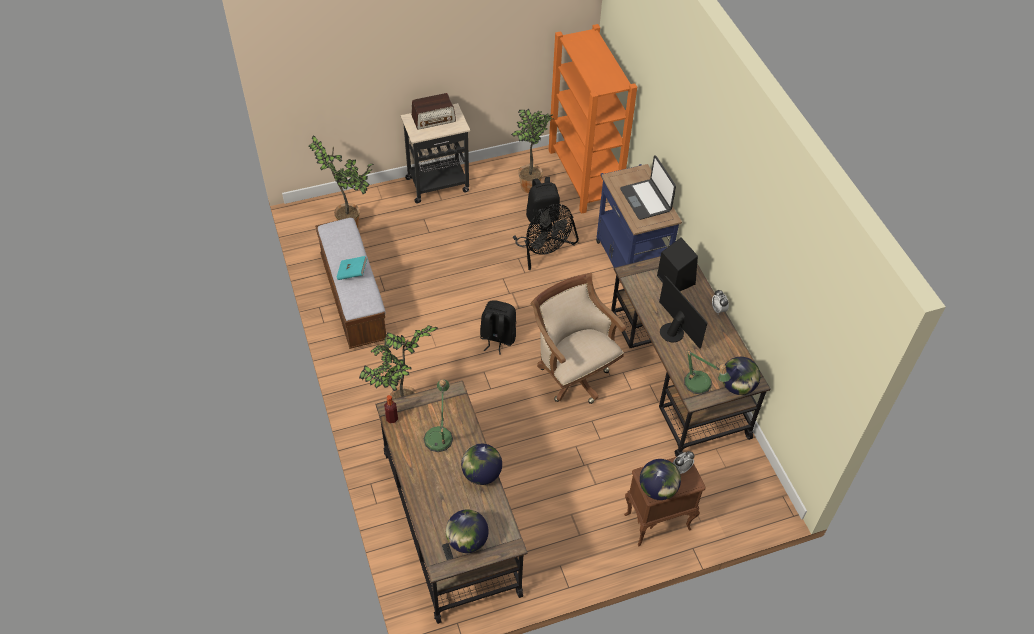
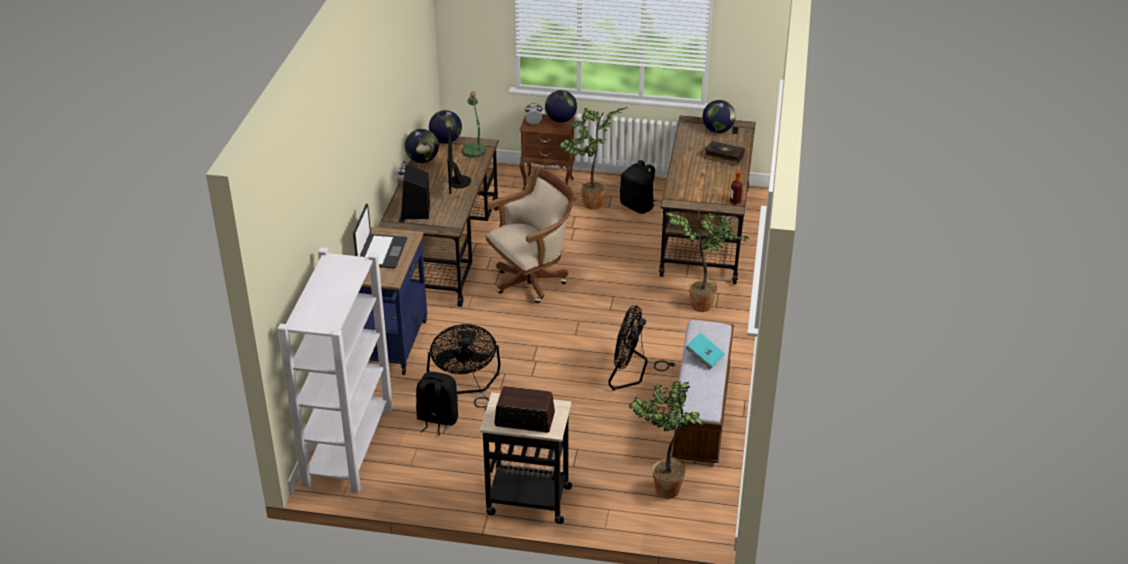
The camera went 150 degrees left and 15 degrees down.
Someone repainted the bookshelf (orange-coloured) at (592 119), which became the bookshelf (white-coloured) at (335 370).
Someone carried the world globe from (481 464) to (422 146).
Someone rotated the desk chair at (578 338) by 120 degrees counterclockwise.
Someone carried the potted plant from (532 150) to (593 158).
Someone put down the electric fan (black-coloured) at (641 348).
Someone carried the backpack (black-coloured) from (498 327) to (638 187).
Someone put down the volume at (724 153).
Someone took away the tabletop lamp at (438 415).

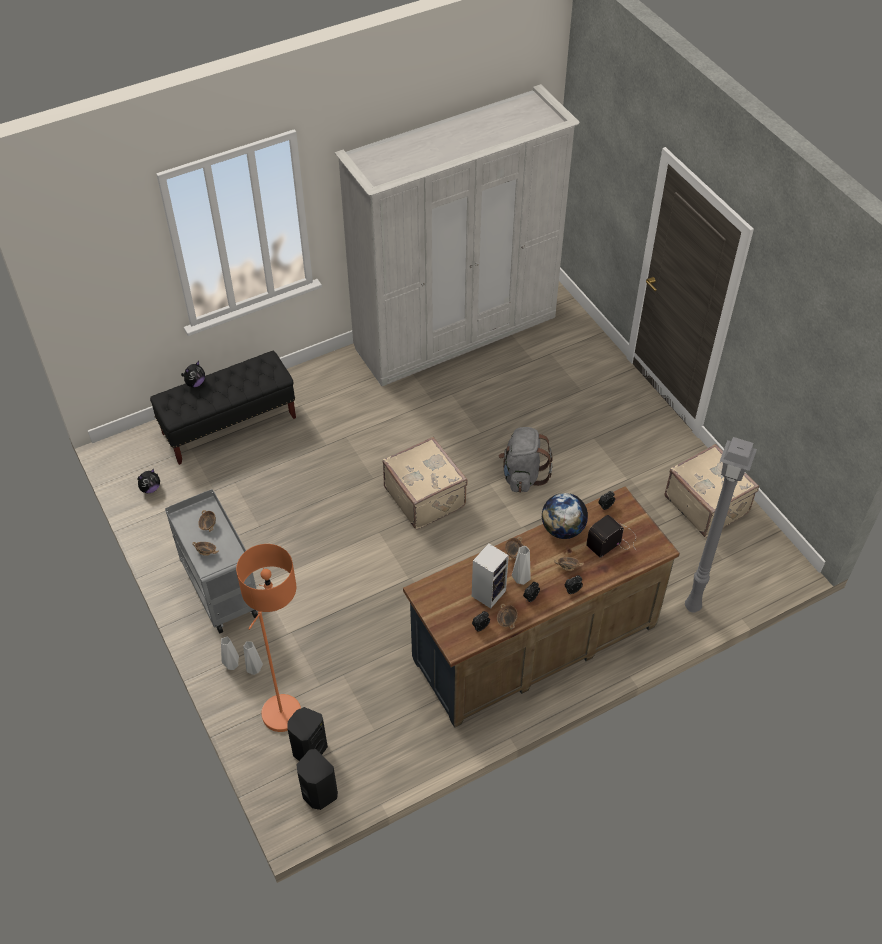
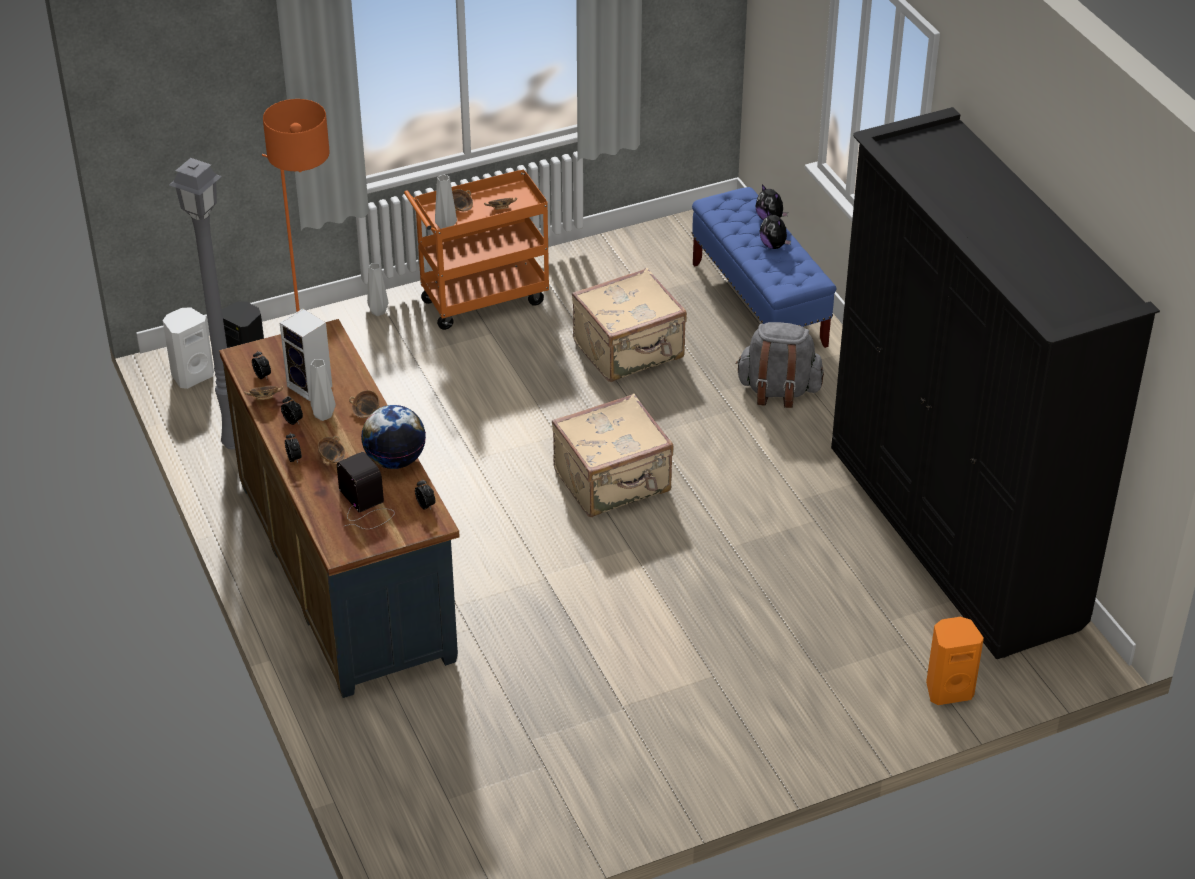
The camera went 95 degrees right and 10 degrees down.
Someone repainted the speaker (black-coloured) at (317 779), which became the speaker (white-coloured) at (188 348).
Someone carried the standard lamp (greyish) from (721 524) to (202 303).
Someone repainted the trolley (greyish) at (211 561), which became the trolley (orange-coloured) at (476 249).
Someone carried the flower vase (greyish) from (253 658) to (446 201).
Someone carried the travel case (beige-coloured) from (711 491) to (629 325).
Someone repainted the long seat (black-coloured) at (223 408), which became the long seat (blue) at (764 267).
Someone carried the backpack (greyish) from (525 459) to (780 365).
Someone carried the soft toy from (148 481) to (775 229).
Someone repainted the wardrobe (white-coloured) at (456 235), which became the wardrobe (black-coloured) at (995 383).
Someone put down the speaker (orange-coloured) at (955 661).

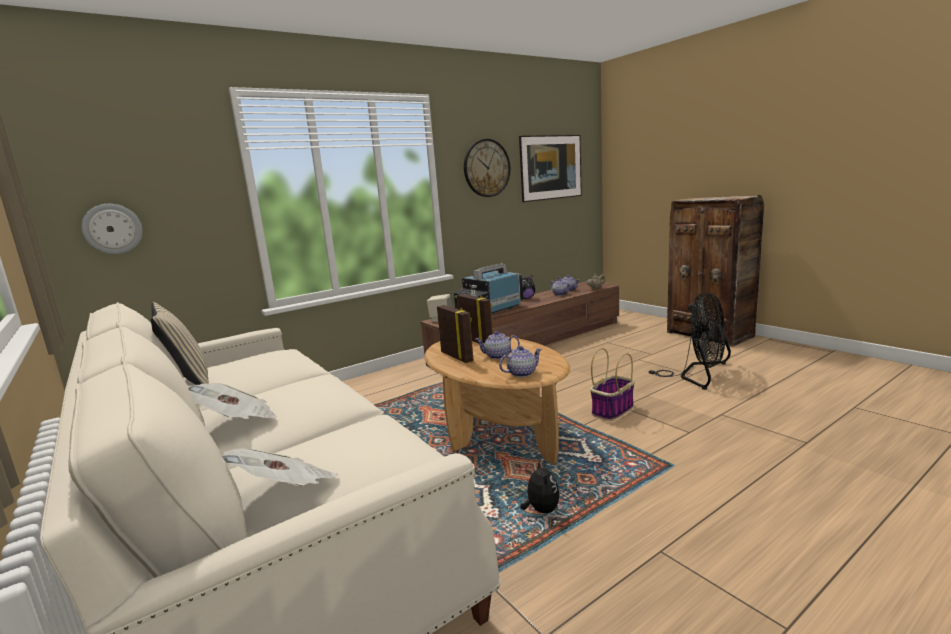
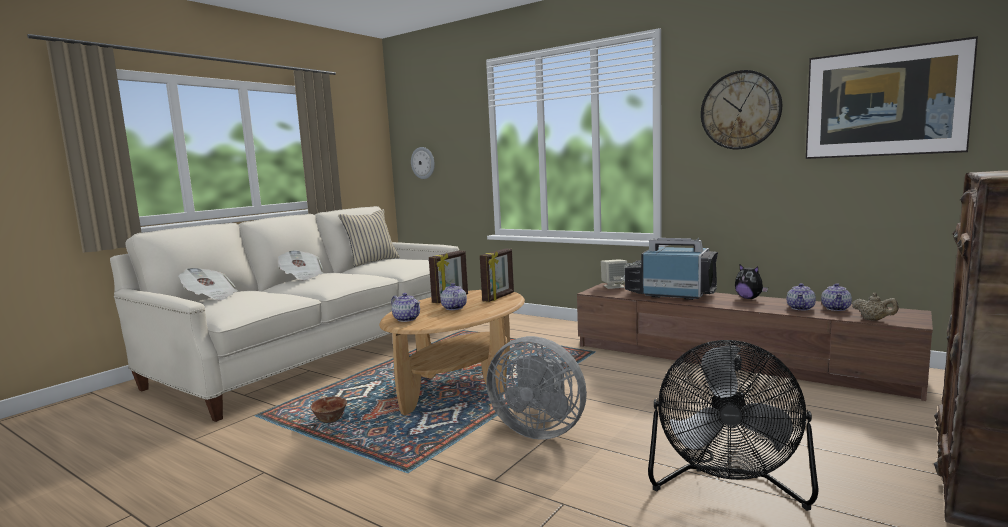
The camera went 70 degrees right and 5 degrees down.
Someone swapped the soft toy at (540 486) for the deep dish at (328 410).
Someone swapped the storage basket at (612 384) for the electric fan (greyish) at (536 388).

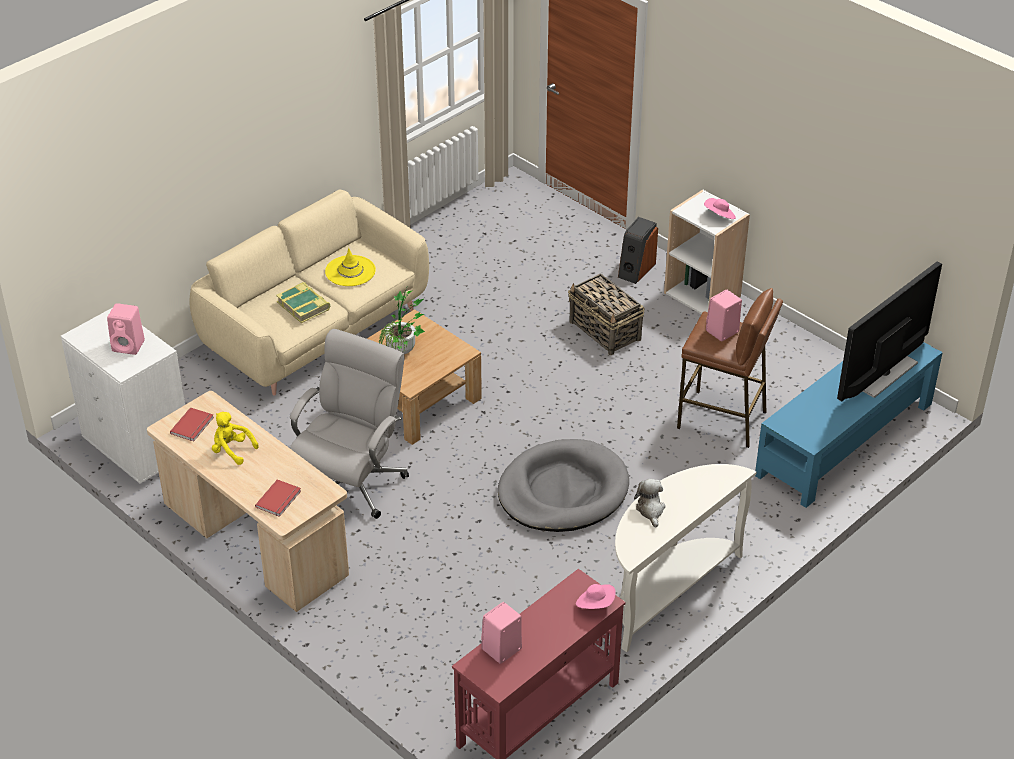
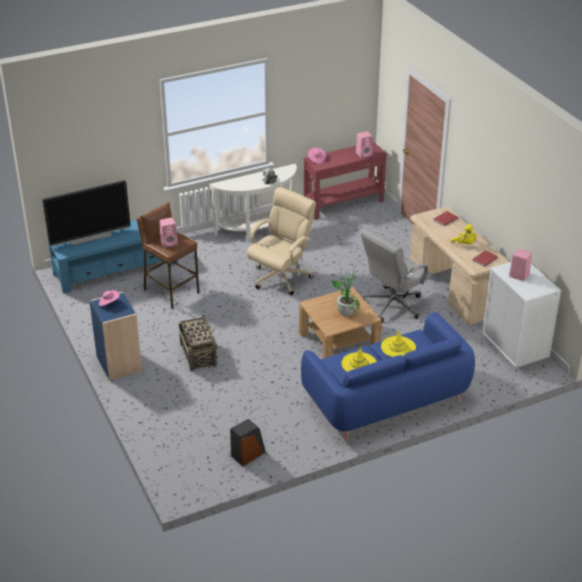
The camera went 160 degrees left and 5 degrees down.
Someone repainted the bookshelf (white-coloured) at (707 252), which became the bookshelf (blue) at (115 336).
Someone carried the speaker from (638 250) to (248 443).
Someone swapped the pet bed (greyish) at (563 485) for the desk chair (beige-coloured) at (281 241).
Someone repainted the couch (beige-coloured) at (309 292), which became the couch (blue) at (388 376).
Someone swapped the volume at (303 302) for the hat (yellow-coloured) at (398 344).

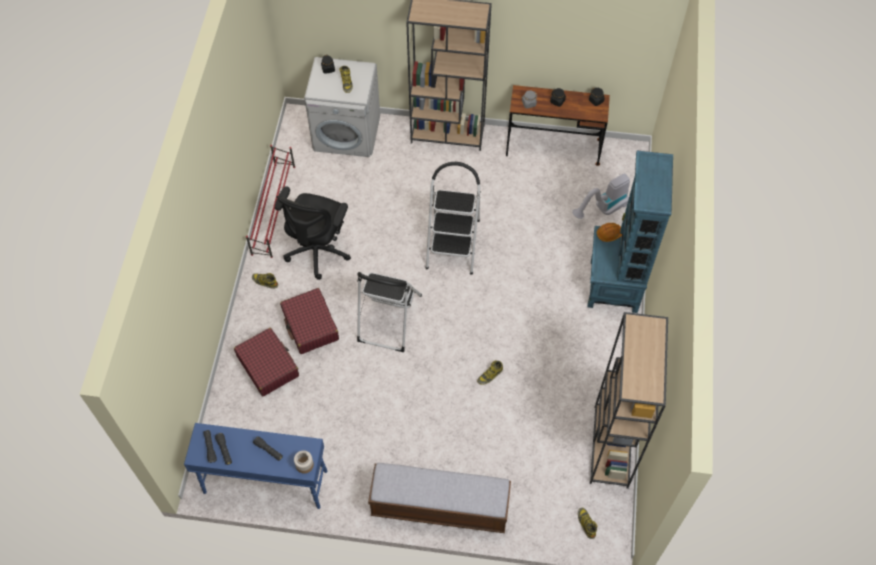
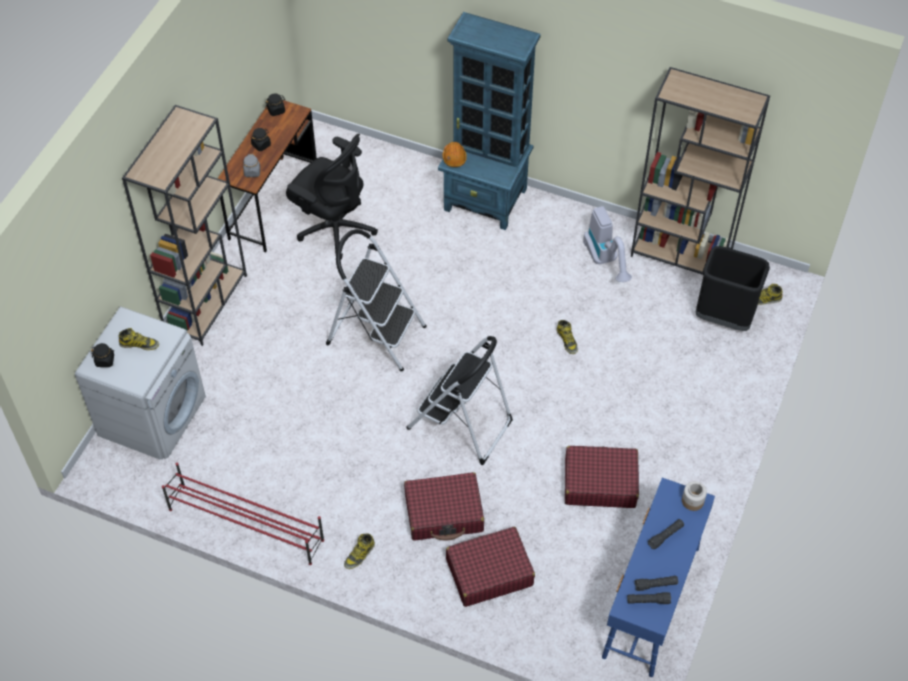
The camera went 75 degrees left and 5 degrees down.
Someone carried the desk chair (black-coloured) from (313 233) to (332 196).
Someone put down the travel case (red-coloured) at (602 477).
Someone carried the vacuum cleaner from (601 196) to (607 244).
Someone put down the trash can (black-coloured) at (733 288).
Someone took away the long seat at (439 498).

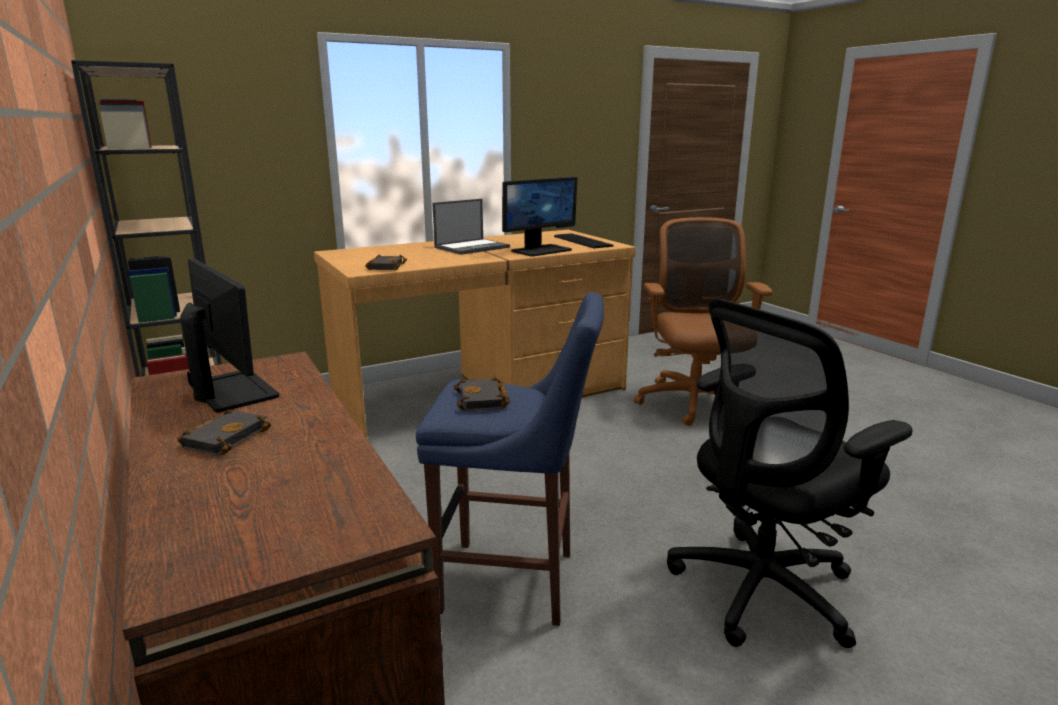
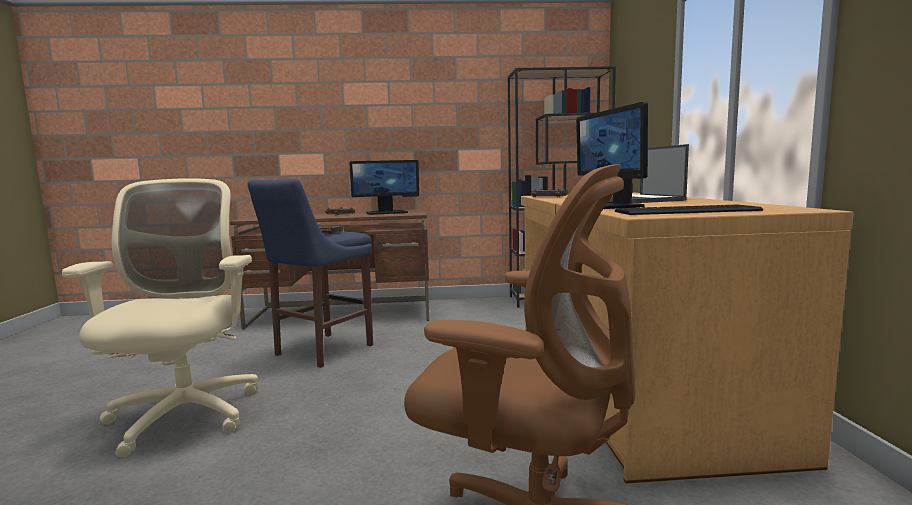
The camera went 115 degrees right and 10 degrees down.
Someone repainted the desk chair (black-coloured) at (790 473), which became the desk chair (beige-coloured) at (160 317).

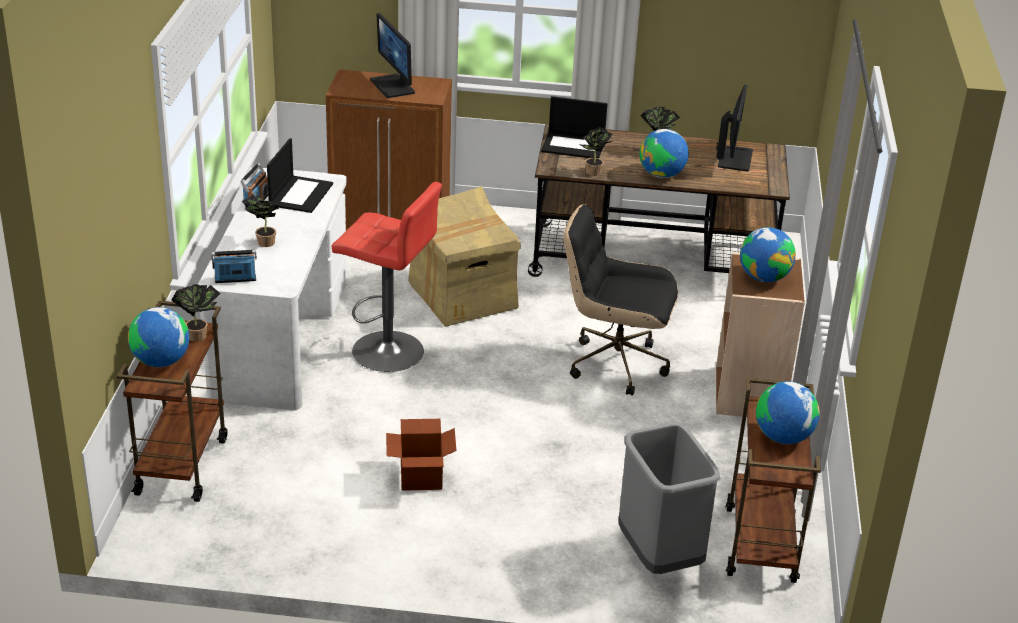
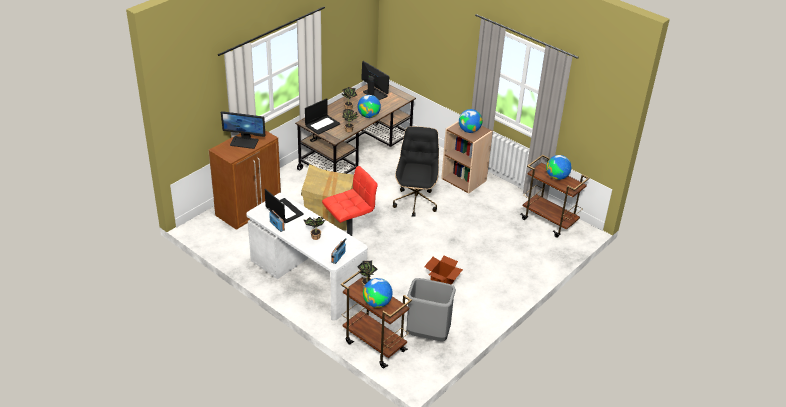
The camera went 55 degrees left and 5 degrees up.
Someone rotated the desk chair (black-coloured) at (621 300) by 135 degrees clockwise.
Someone carried the trash can (greyish) from (669 498) to (431 309).

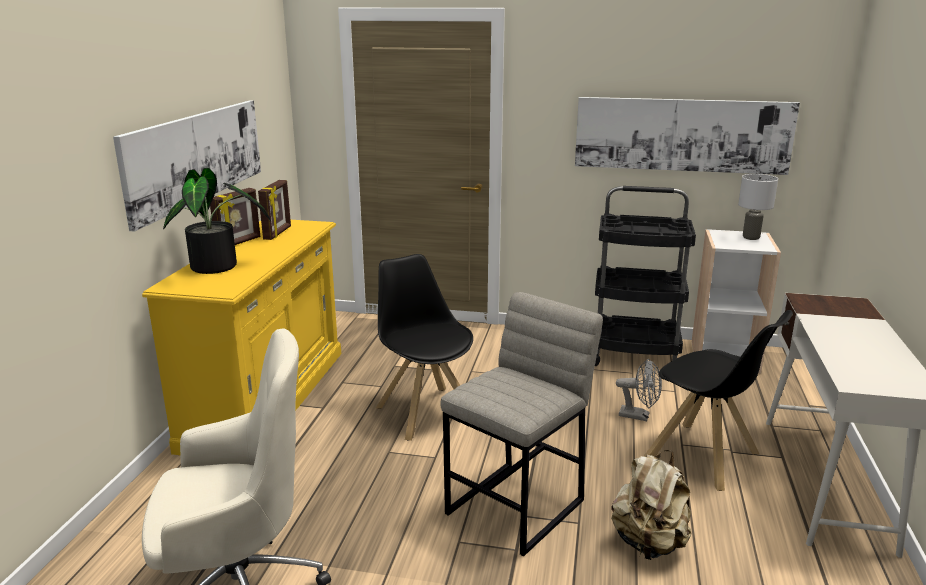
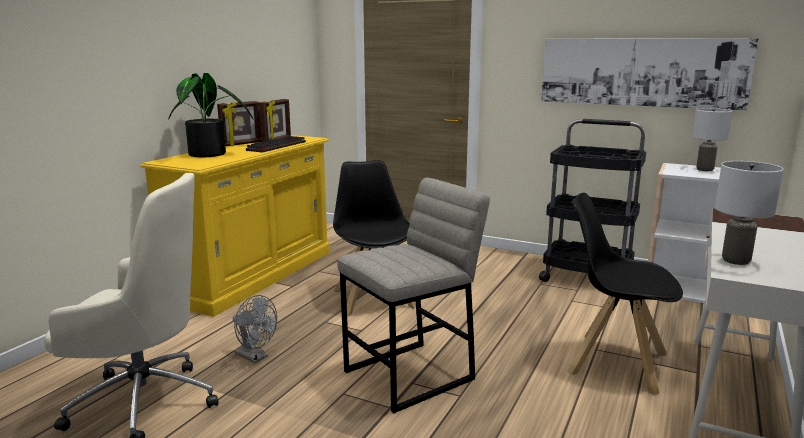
The camera went 15 degrees right and 5 degrees down.
Someone carried the electric fan (greyish) from (639 390) to (255 329).
Someone put down the keyboard at (276 144).
Someone rotated the upright chair (black-coloured) at (718 400) by 150 degrees clockwise.
Someone put down the tabletop lamp (white-coloured) at (749 213).
Someone took away the wall picture at (187 166).
Someone took away the backpack (beige-coloured) at (651 505).

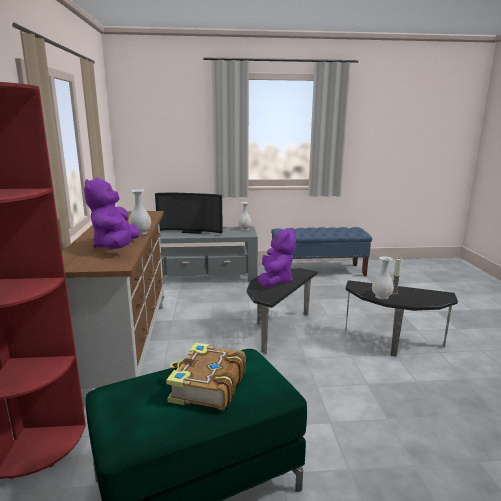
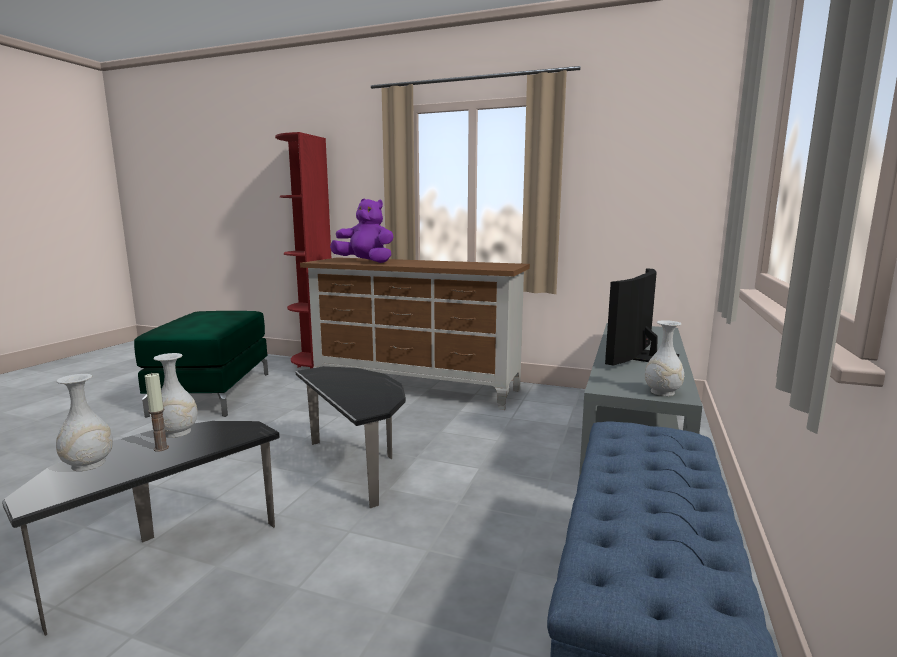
The camera went 115 degrees right and 5 degrees down.
Someone carried the flower vase (white-coloured) from (139 212) to (84 422).
Someone took away the volume at (206 376).
Someone took away the soft toy (purple) at (277 257).

